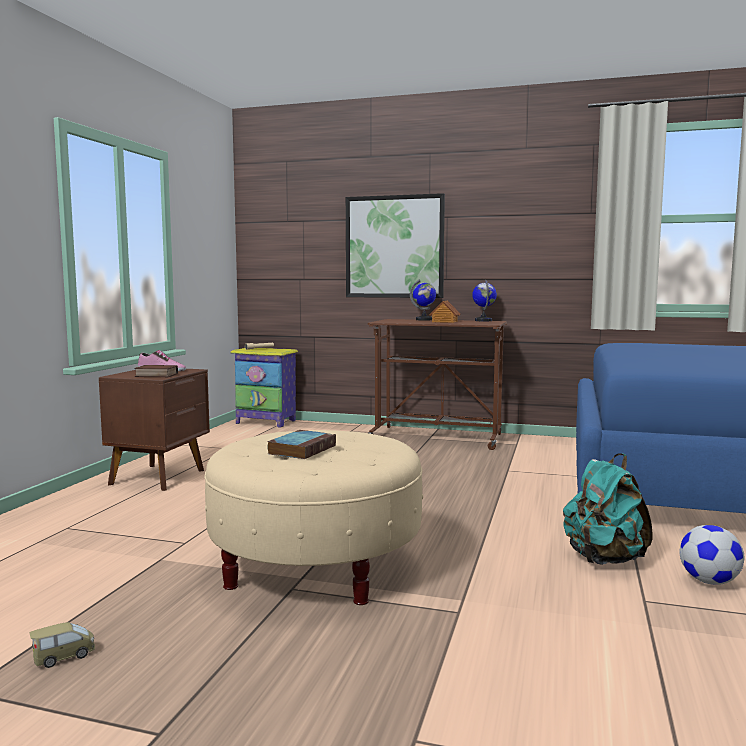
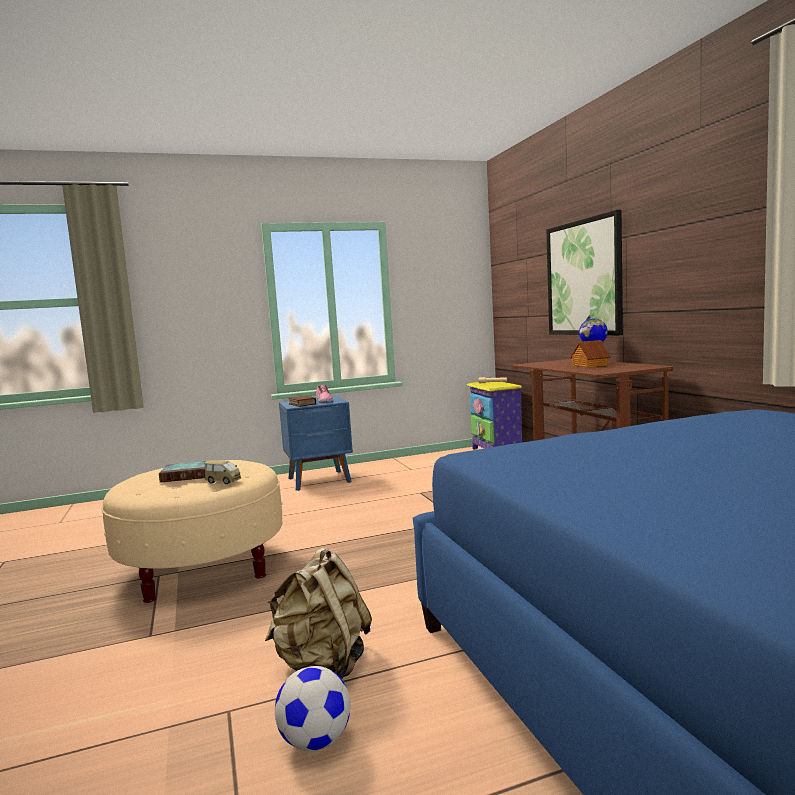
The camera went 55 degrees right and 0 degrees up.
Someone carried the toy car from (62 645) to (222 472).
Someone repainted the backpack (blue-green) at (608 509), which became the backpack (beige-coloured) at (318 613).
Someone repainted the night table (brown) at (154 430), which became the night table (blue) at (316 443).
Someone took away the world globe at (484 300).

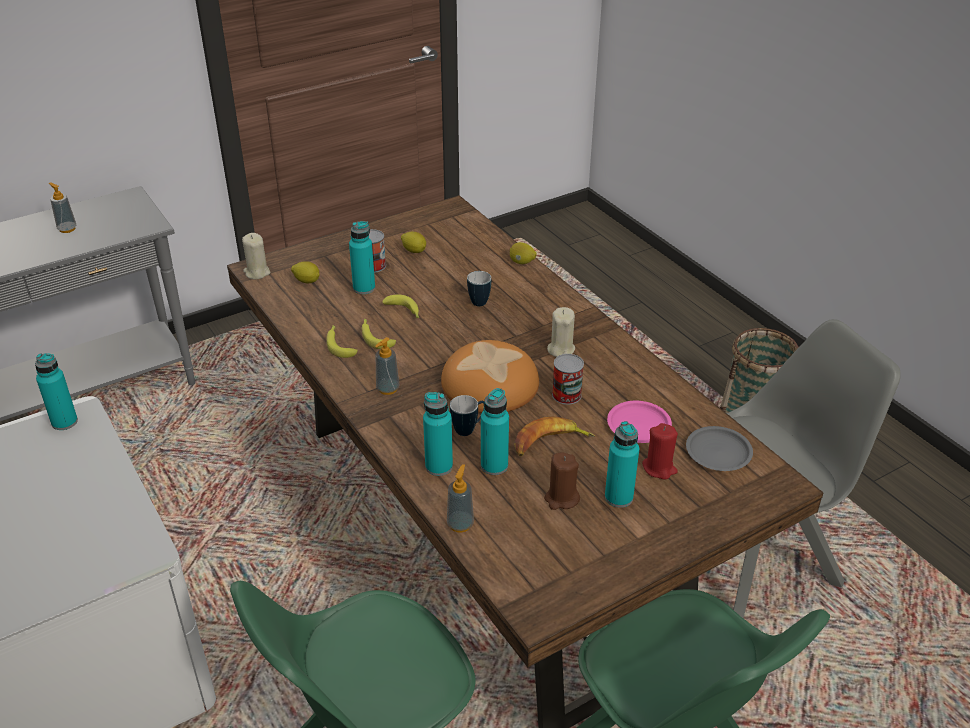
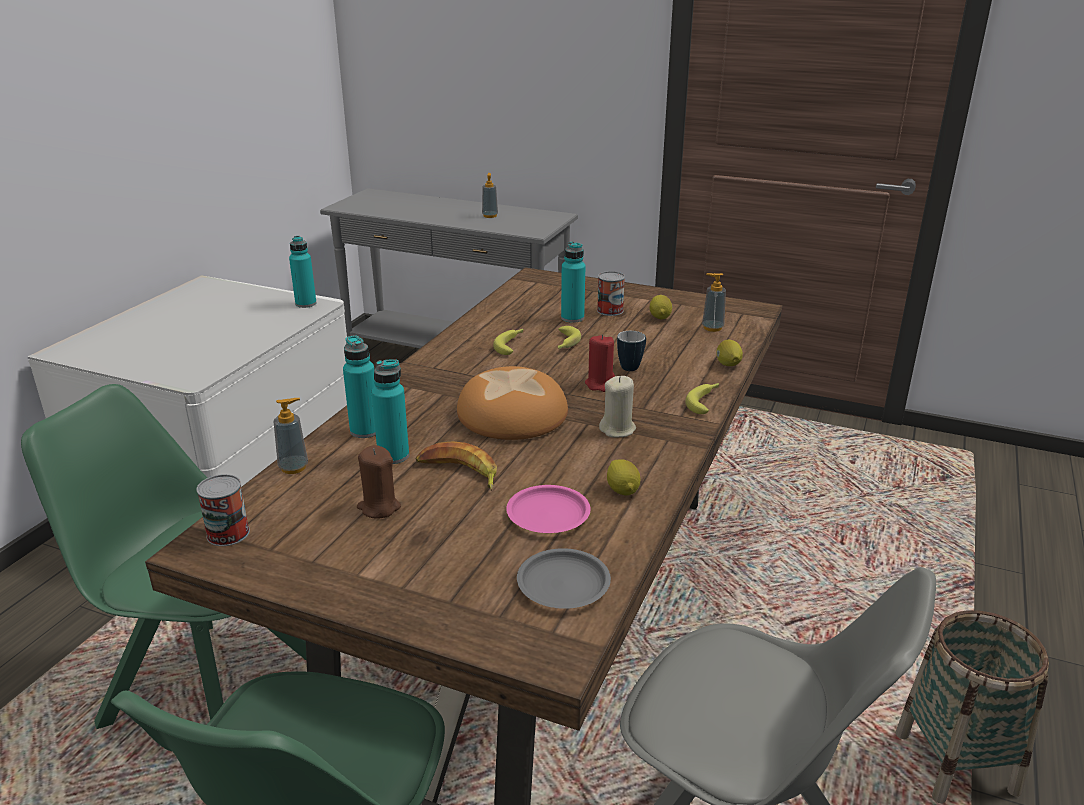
The camera went 55 degrees right and 10 degrees down.
Someone carried the sealed can from (568 379) to (223 510).
Someone carried the candle (red-coloured) from (660 451) to (600 363).
Someone carried the citrus fruit from (305 272) to (624 477).
Someone carried the banana fruit from (342 341) to (702 398).
Someone carried the soap bottle from (387 366) to (714 302).
Someone took away the candle (beige-coloured) at (256 256).
Someone took away the mug at (467 415).
Someone took away the drink bottle (blue-green) at (622 464).

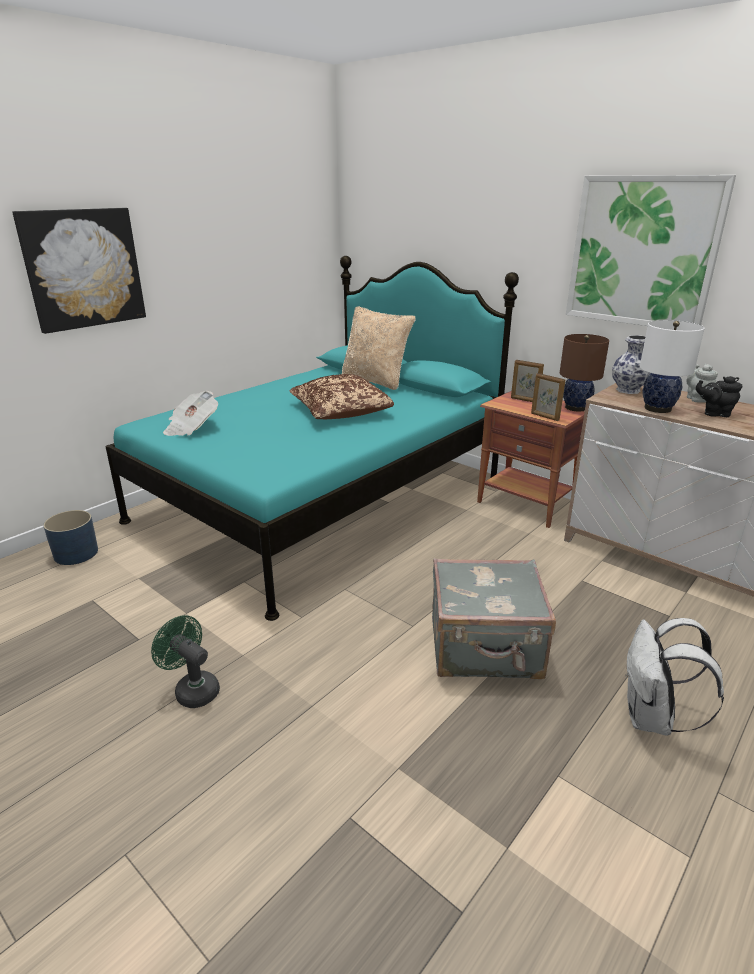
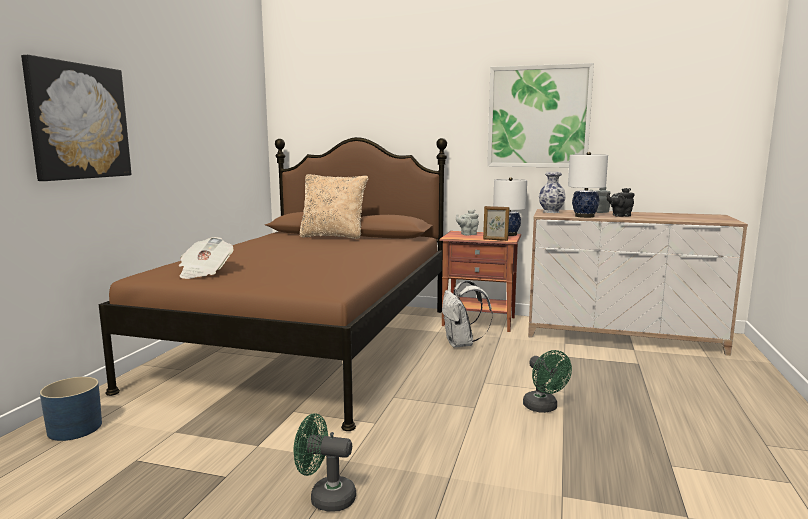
The camera went 25 degrees left and 15 degrees down.
Someone repainted the bedroom bed (blue-green) at (312 438), which became the bedroom bed (brown) at (273 284).
Someone carried the backpack (white-coloured) from (674 677) to (467 314).
Someone swapped the photo frame at (527 381) for the tea pot (greyish) at (467 222).
Someone repainted the tabletop lamp (brown) at (584 373), which became the tabletop lamp (white-coloured) at (510 206).
Someone swapped the travel case (greyish) at (494 619) for the electric fan (green) at (547 381).
Someone took away the cushion (brown) at (342 396).

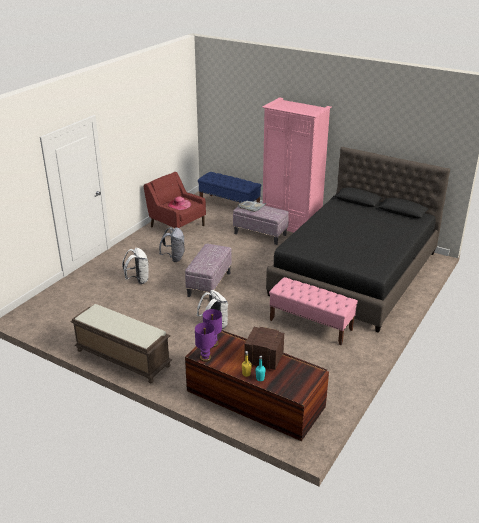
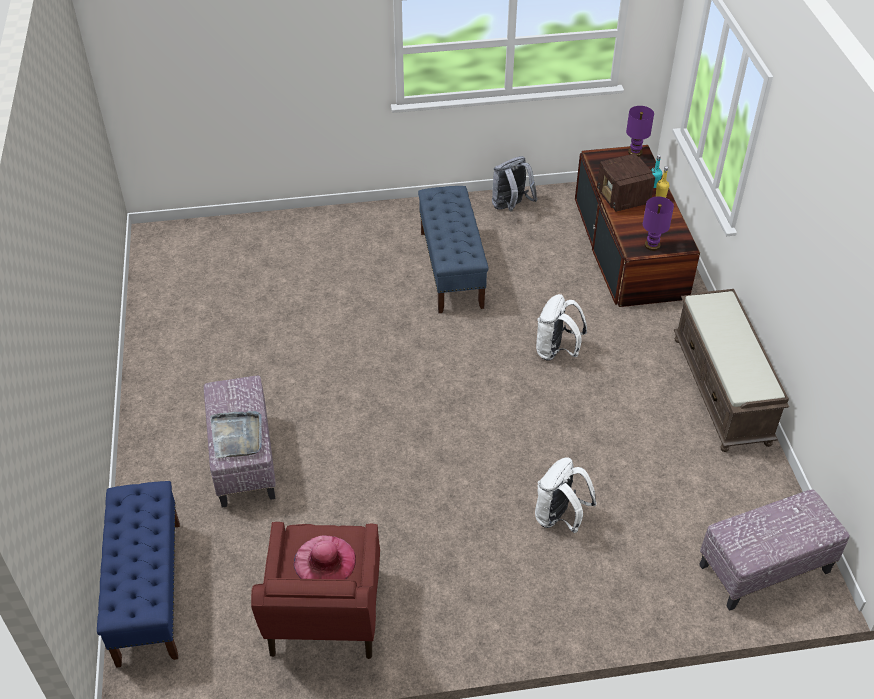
The camera went 130 degrees left and 15 degrees up.
Someone repainted the long seat (pink-coloured) at (313 311), which became the long seat (blue) at (453 249).
Someone carried the backpack (greyish) from (172 244) to (514 184).
Someone carried the tabletop lamp (purple) from (205 342) to (640 131).
Someone carried the pouffe from (208 271) to (774 550).
Someone took away the wardrobe (pink-coloured) at (297 165).
Someone took away the bedroom bed (black-coloured) at (358 240).

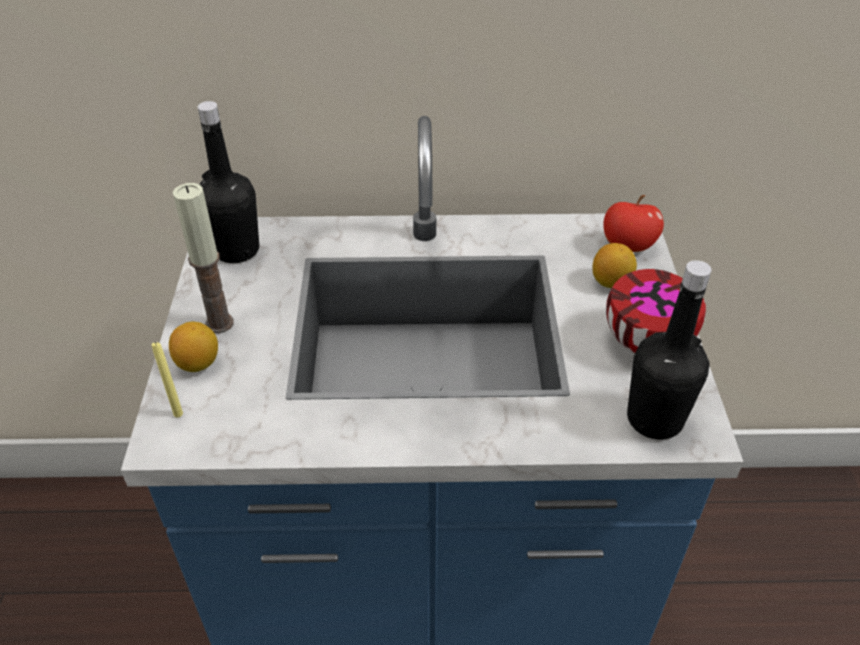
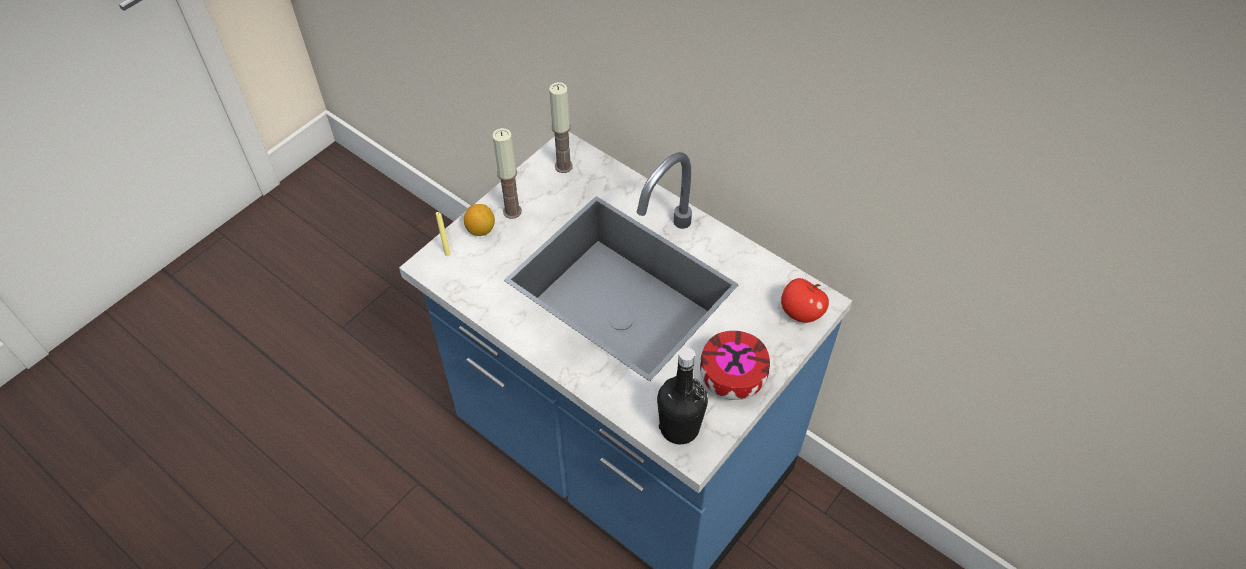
The camera went 40 degrees right and 10 degrees up.
Someone swapped the drink bottle (black-coloured) at (228 182) for the candle at (561 127).
Someone took away the citrus fruit at (614 265).

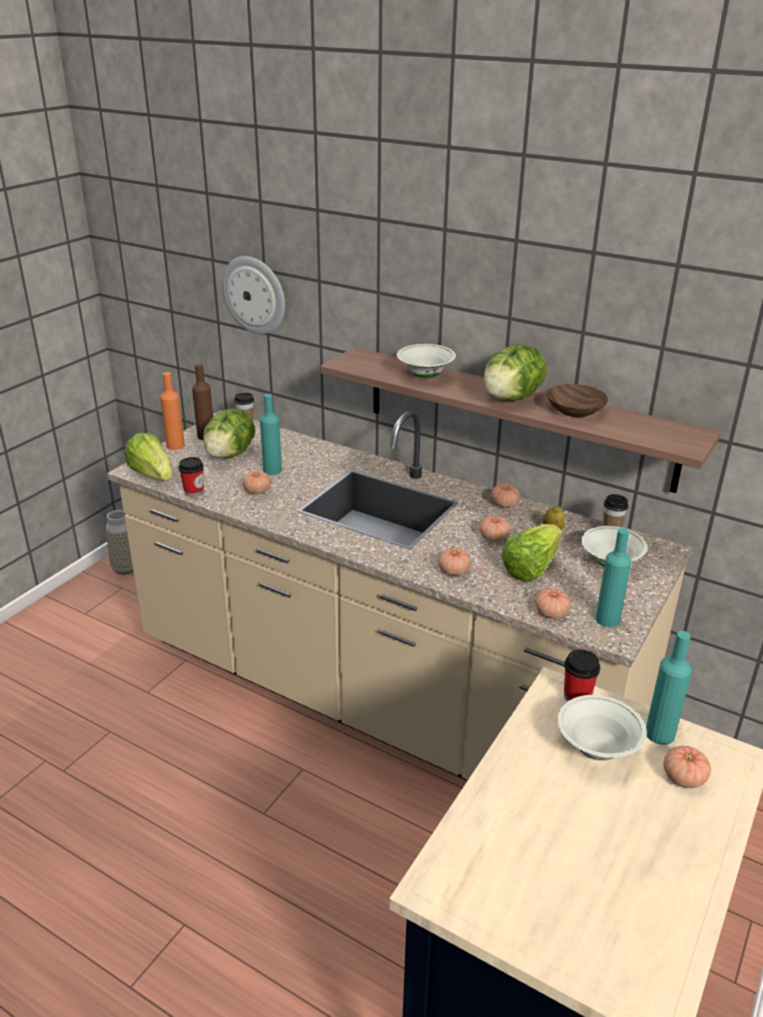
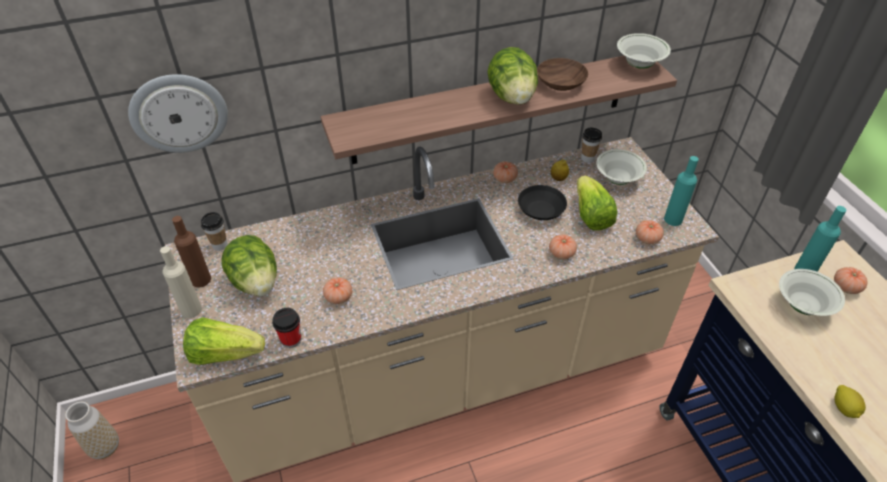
The camera went 50 degrees left and 15 degrees up.
Someone repainted the drink bottle (orange-coloured) at (172 411), which became the drink bottle (beige-coloured) at (181 282).
Someone swapped the fresh tomato at (494 529) for the deep dish (black-coloured) at (542 202).
Someone carried the deep dish (white-coloured) from (426 361) to (644 51).
Someone put down the citrus fruit at (850 401).
Someone took away the drink bottle (blue-green) at (271 434).
Someone took away the drinking cup at (582 675).

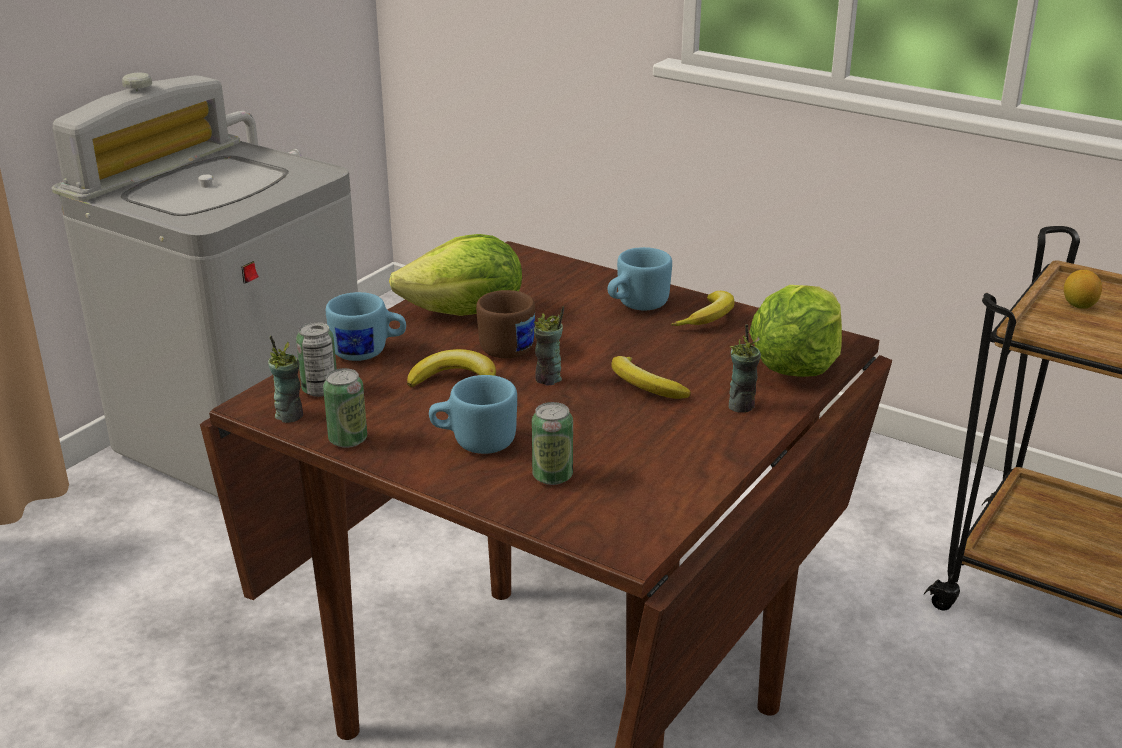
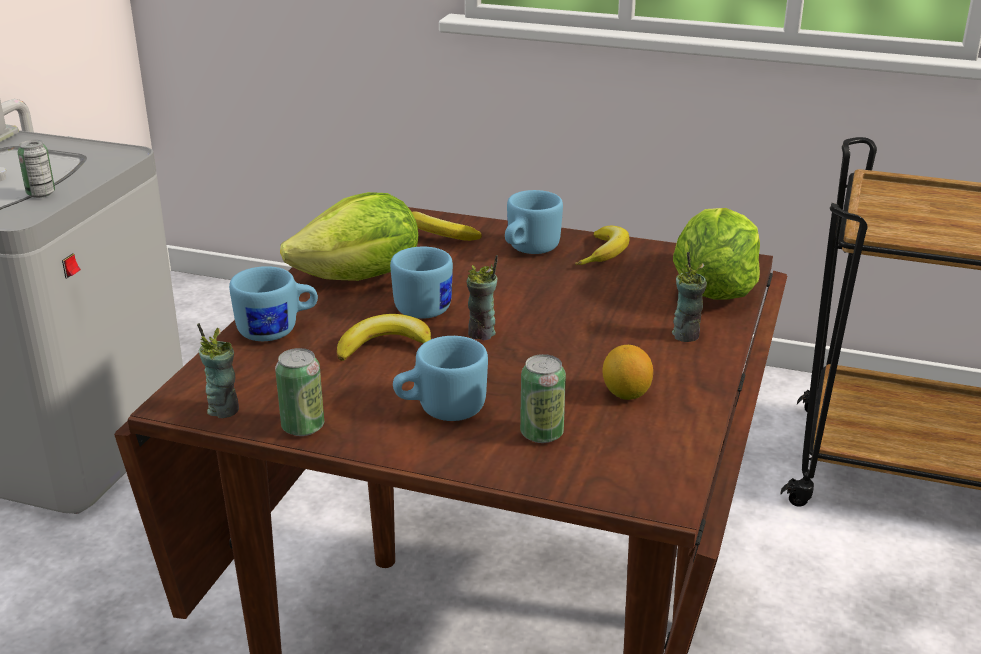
The camera went 15 degrees left and 0 degrees up.
Someone carried the sealed can from (316 359) to (36 169).
Someone repainted the mug (brown) at (505 324), which became the mug (blue) at (421 283).
Someone carried the banana fruit from (651 377) to (447 226).
Someone carried the citrus fruit from (1083 289) to (627 372).

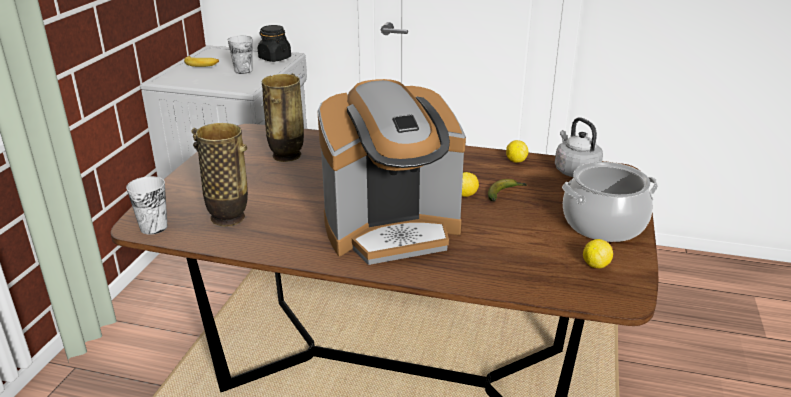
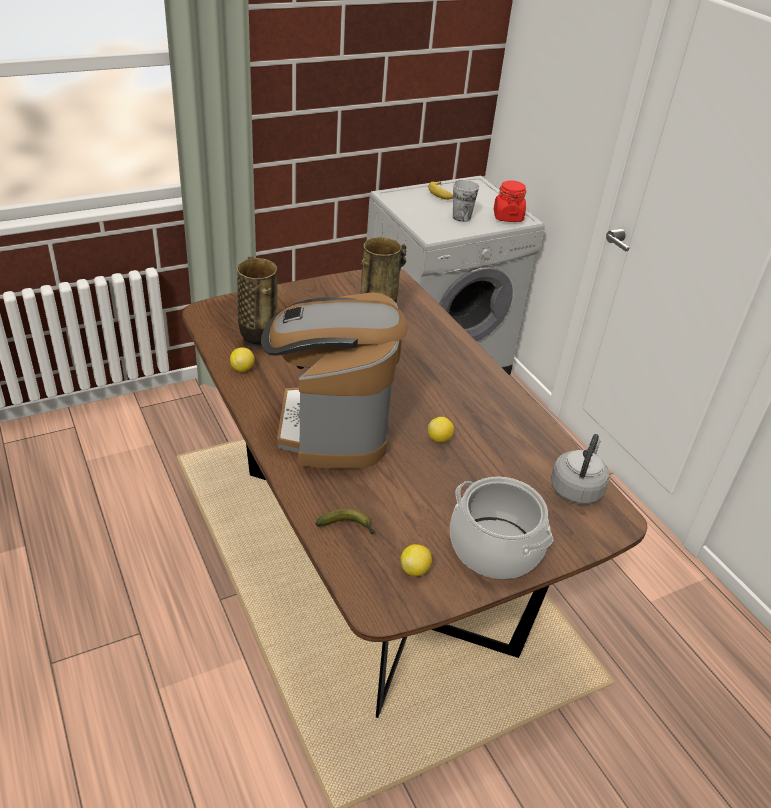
The camera went 45 degrees right and 10 degrees up.
Someone carried the citrus fruit from (517 151) to (242 359).
Someone rotated the coffee maker at (391 172) by 60 degrees clockwise.
Someone carried the banana fruit from (507 190) to (345 521).
Someone repainted the preserve jar (black-coloured) at (274 43), which became the preserve jar (red-coloured) at (510 201).
Someone took away the drinking cup at (147 205).

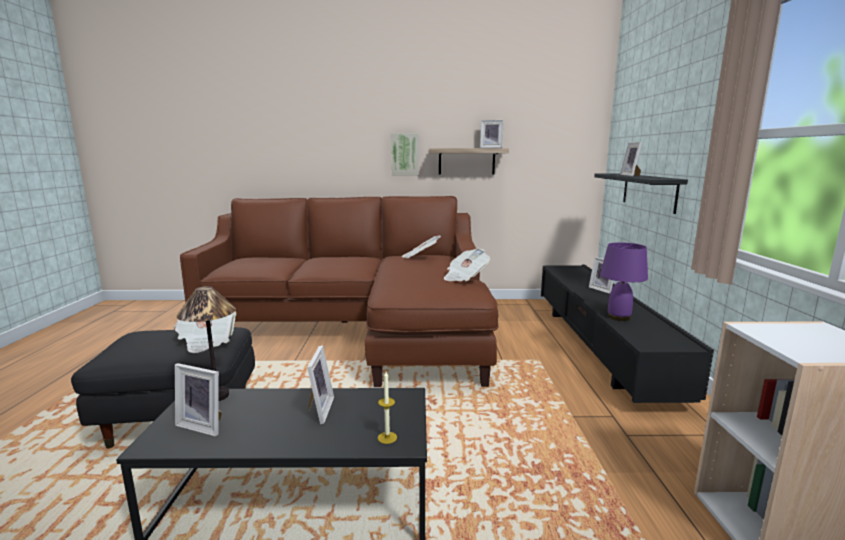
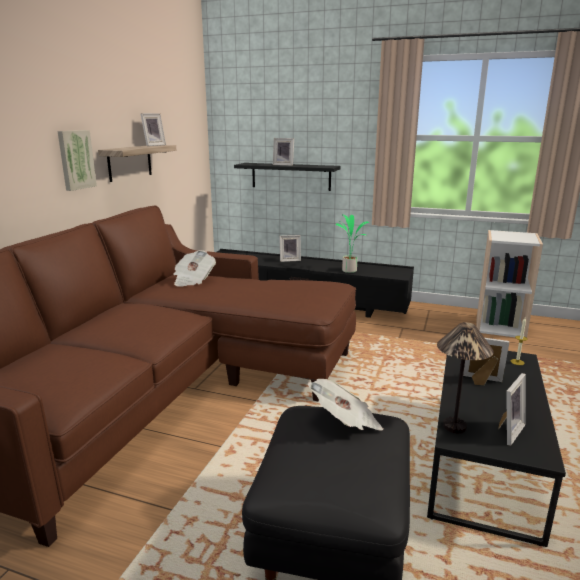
The camera went 70 degrees left and 5 degrees up.
Someone swapped the tabletop lamp (purple) at (624 281) for the potted plant at (352 243).
Someone took away the newspaper at (466 265).

